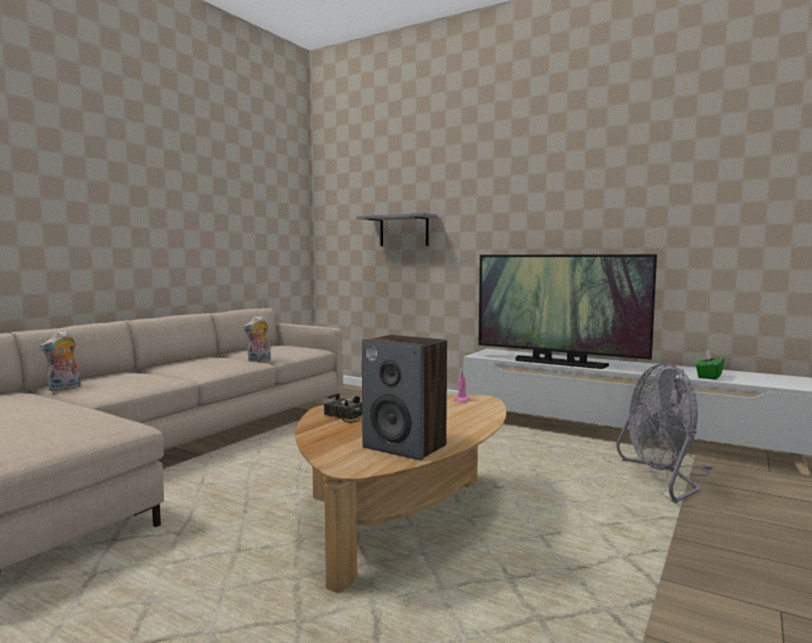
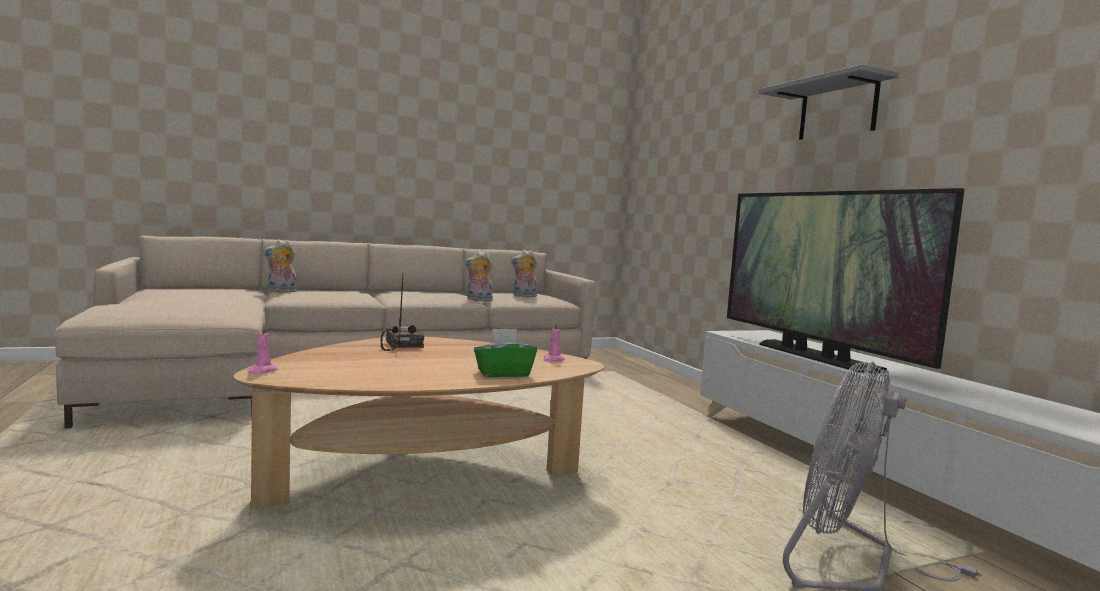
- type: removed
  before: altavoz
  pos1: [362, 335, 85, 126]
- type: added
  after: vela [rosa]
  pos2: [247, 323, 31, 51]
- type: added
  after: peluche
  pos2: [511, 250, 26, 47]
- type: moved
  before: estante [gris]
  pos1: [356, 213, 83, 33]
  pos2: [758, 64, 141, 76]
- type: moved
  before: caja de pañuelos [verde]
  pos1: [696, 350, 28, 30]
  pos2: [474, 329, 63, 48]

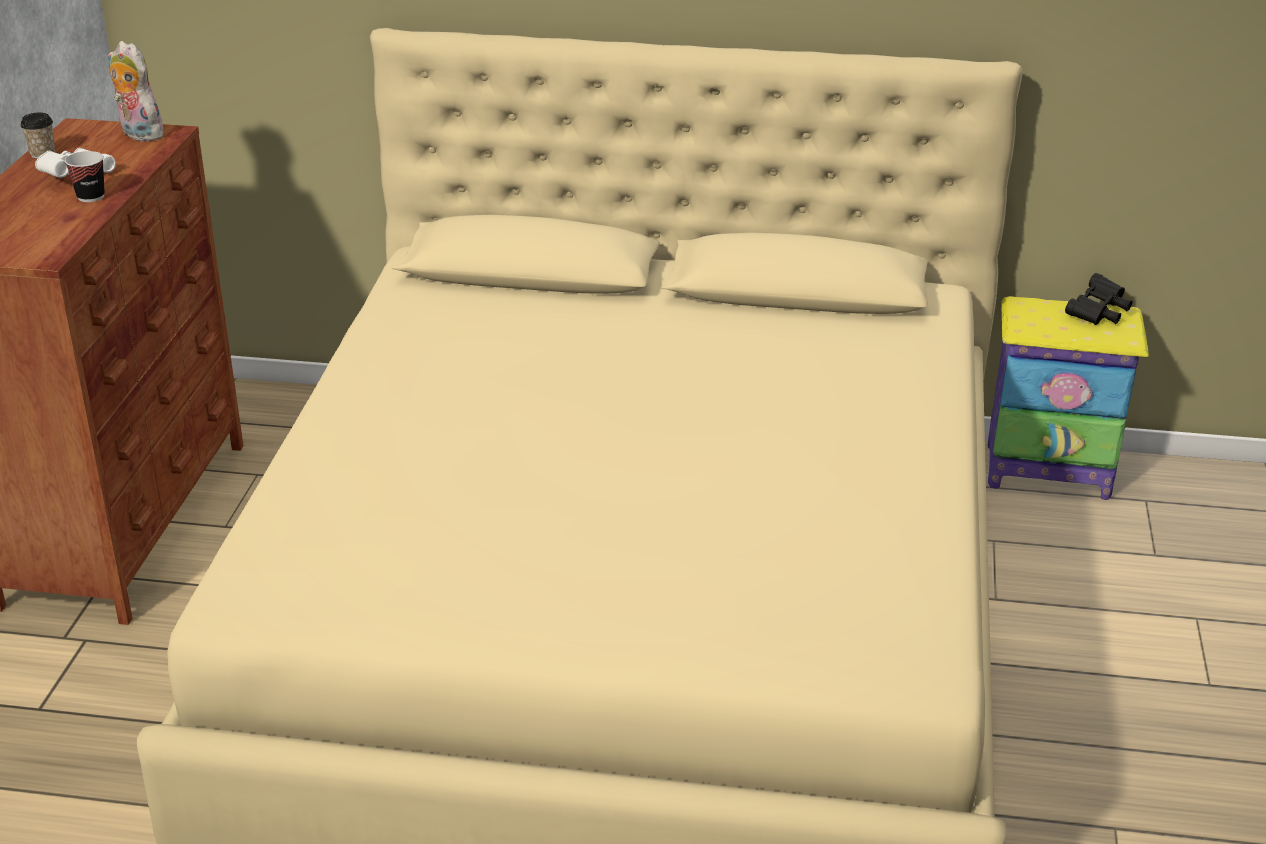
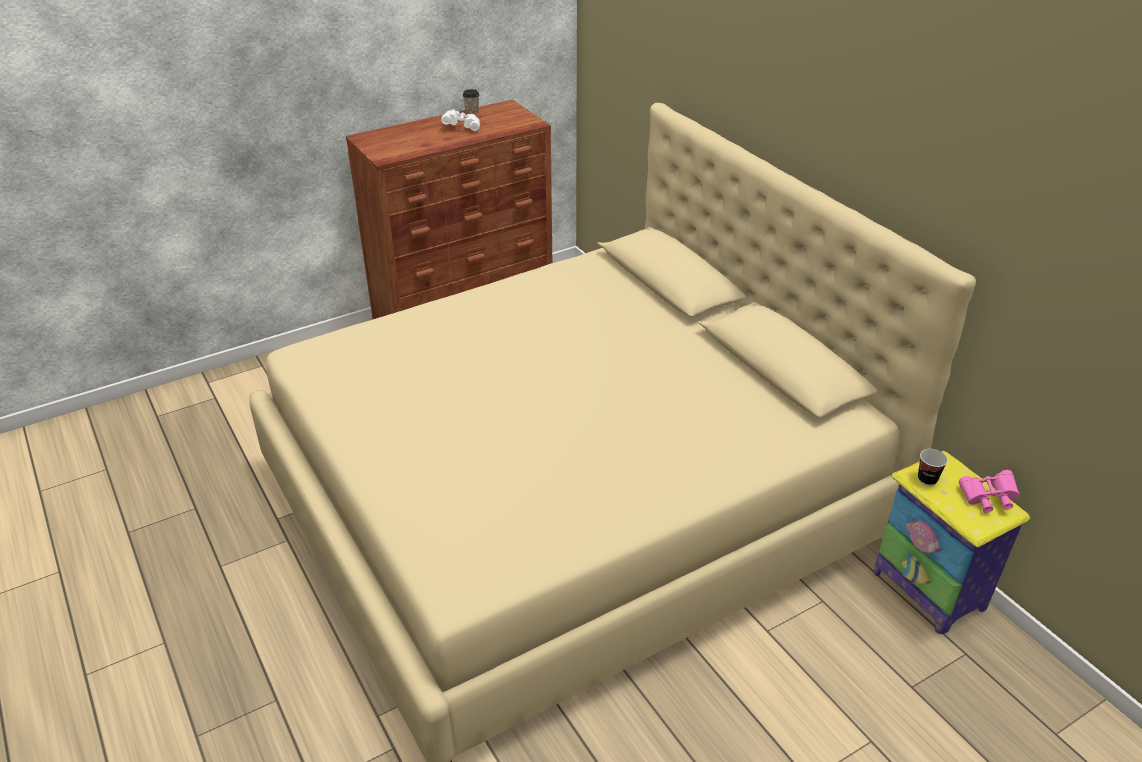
- type: removed
  before: peluche
  pos1: [108, 41, 58, 101]
- type: moved
  before: taza
  pos1: [65, 151, 40, 51]
  pos2: [918, 449, 30, 37]
- type: recoloured
  before: prismáticos [negro]
  after: prismáticos [rosa]
  pos1: [1065, 273, 67, 52]
  pos2: [959, 470, 61, 43]

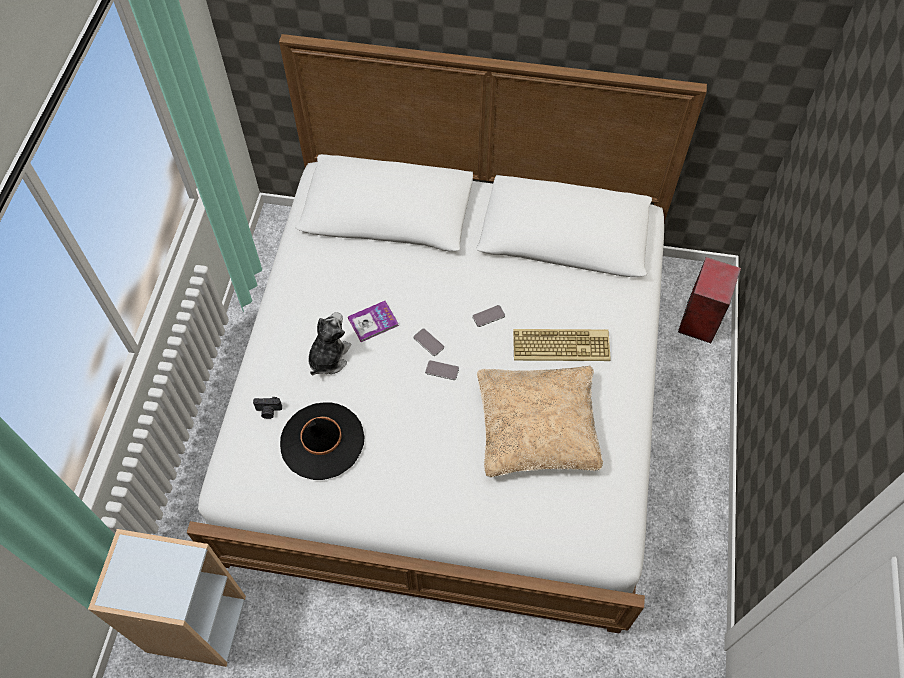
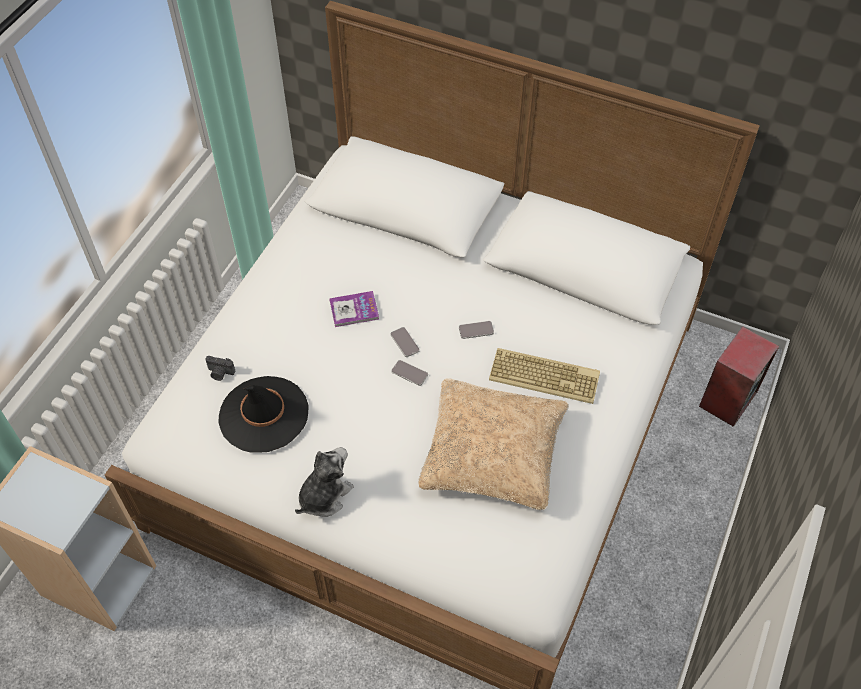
- type: moved
  before: peluche
  pos1: [308, 312, 43, 63]
  pos2: [295, 447, 59, 70]

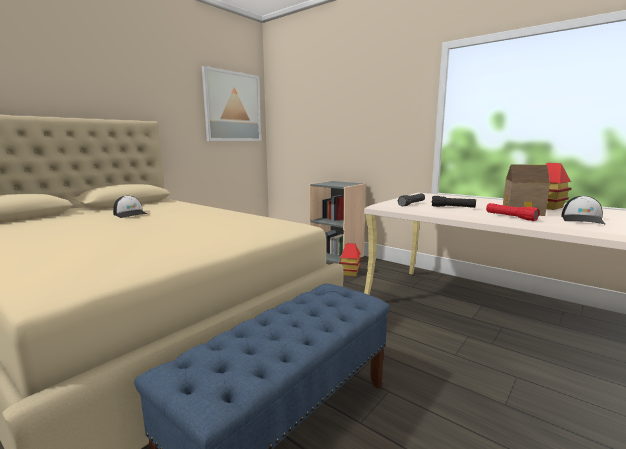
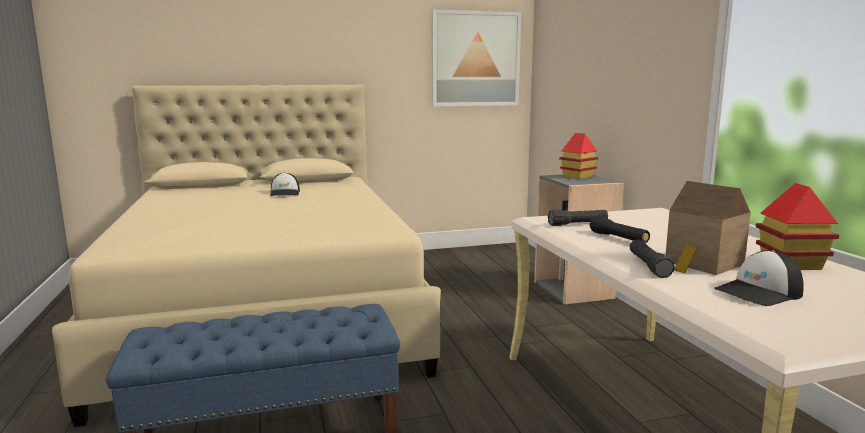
- type: moved
  before: casita
  pos1: [339, 243, 22, 34]
  pos2: [559, 133, 39, 46]
- type: recoloured
  before: linterna [rojo]
  after: linterna [negro]
  pos1: [486, 203, 54, 18]
  pos2: [630, 239, 45, 39]

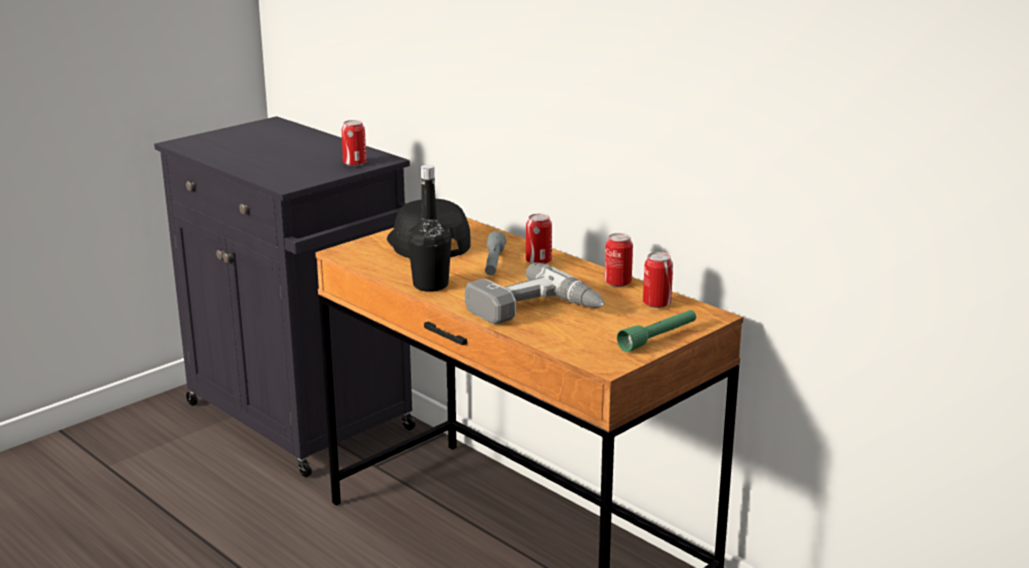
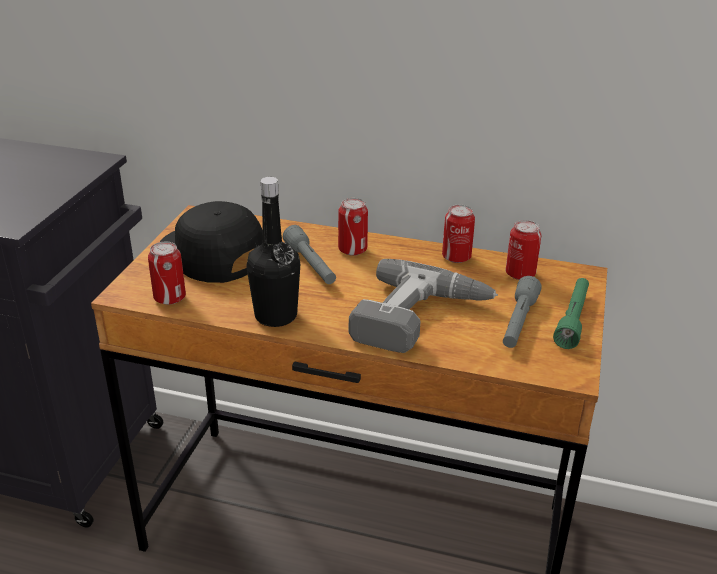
- type: added
  after: linterna [gris]
  pos2: [503, 276, 39, 72]
- type: moved
  before: lata
  pos1: [342, 120, 25, 46]
  pos2: [148, 242, 38, 63]

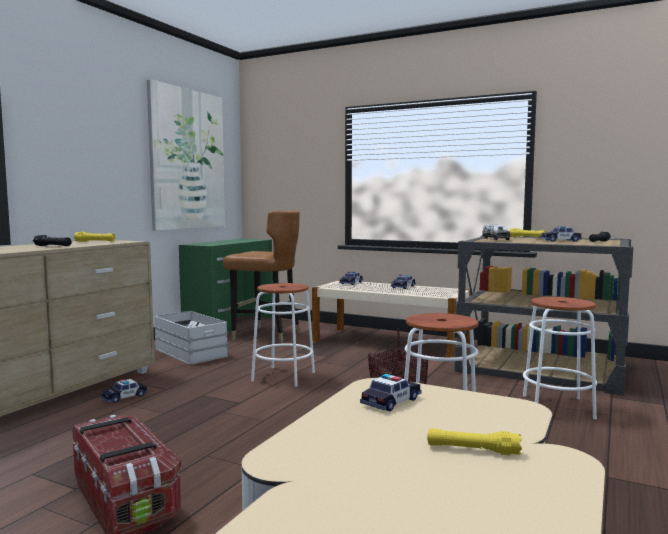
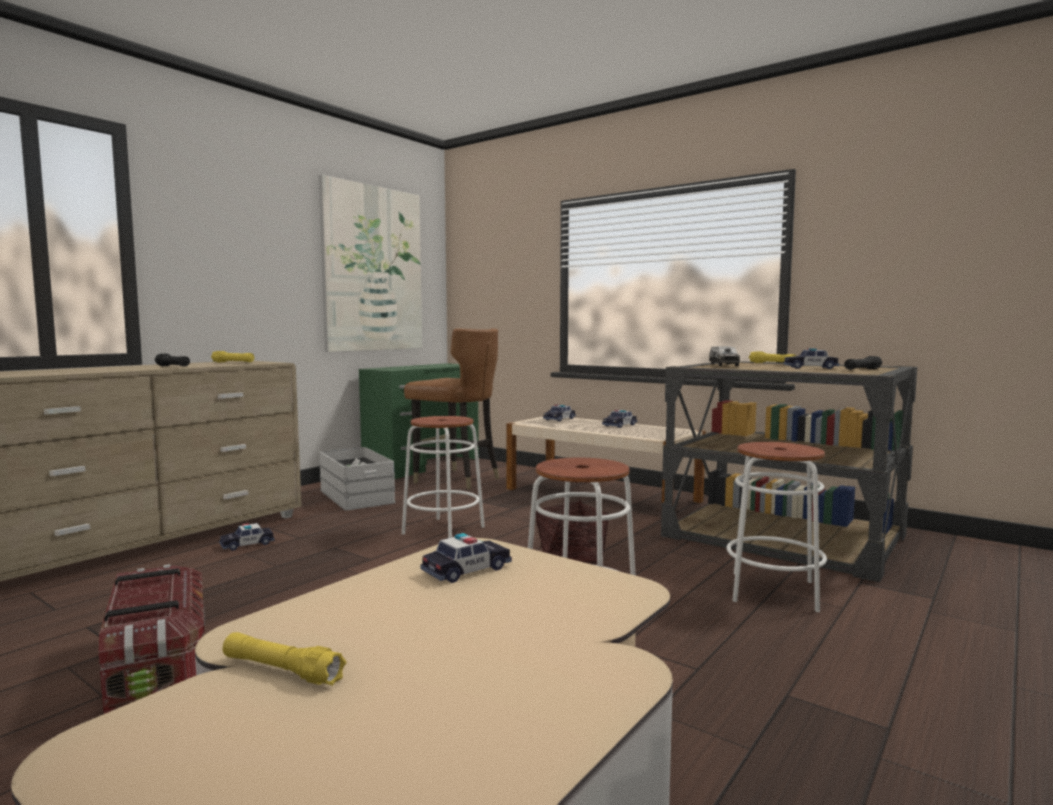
- type: moved
  before: linterna [amarillo]
  pos1: [427, 428, 95, 28]
  pos2: [223, 632, 124, 53]

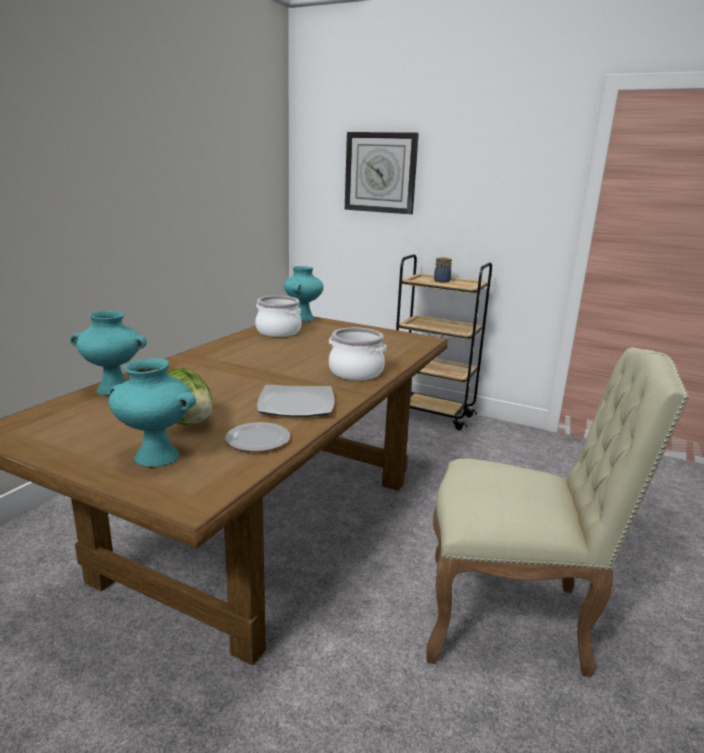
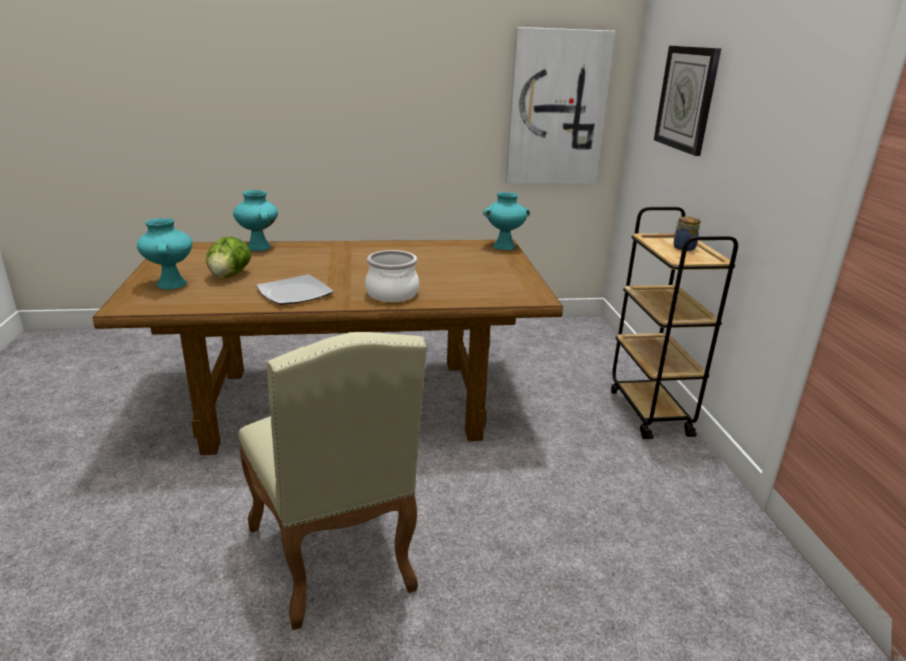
- type: removed
  before: plato
  pos1: [225, 422, 65, 30]
- type: removed
  before: olla
  pos1: [255, 296, 47, 41]
- type: added
  after: cuadro
  pos2: [506, 27, 110, 157]

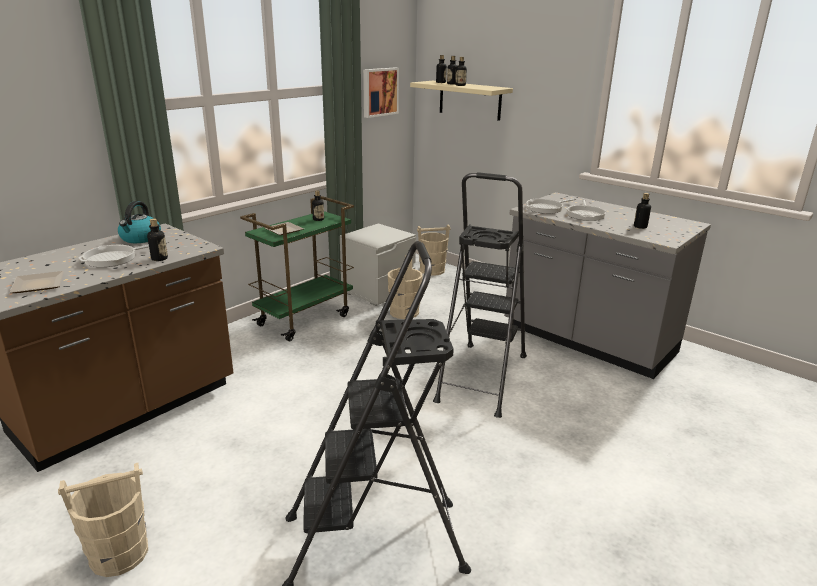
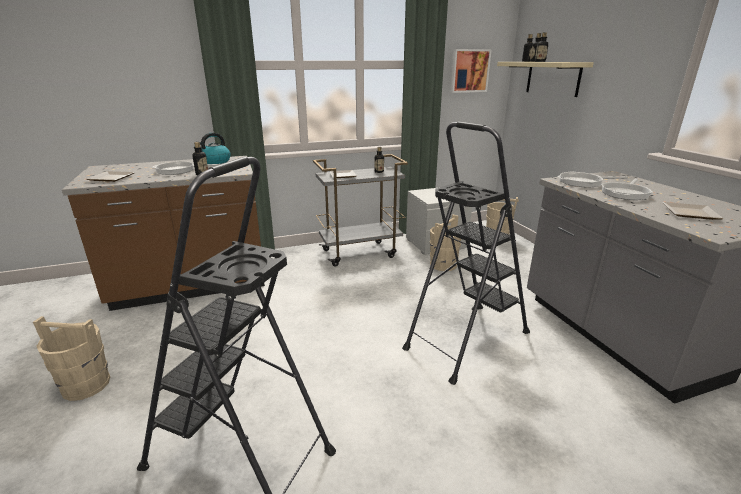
- type: replaced
  before: botella
  after: plato
  pos1: [634, 193, 17, 36]
  pos2: [663, 202, 61, 18]
- type: recoloured
  before: carrito [verde]
  after: carrito [gris]
  pos1: [240, 196, 114, 145]
  pos2: [313, 154, 95, 113]

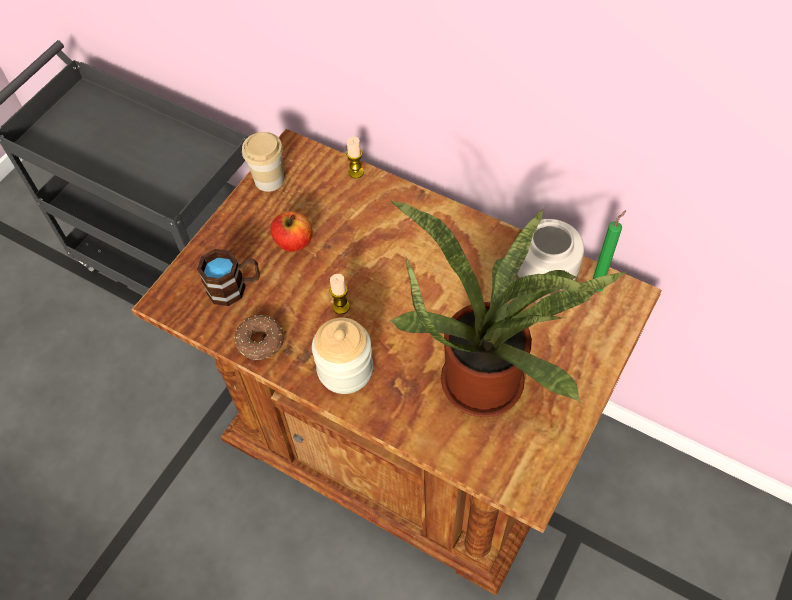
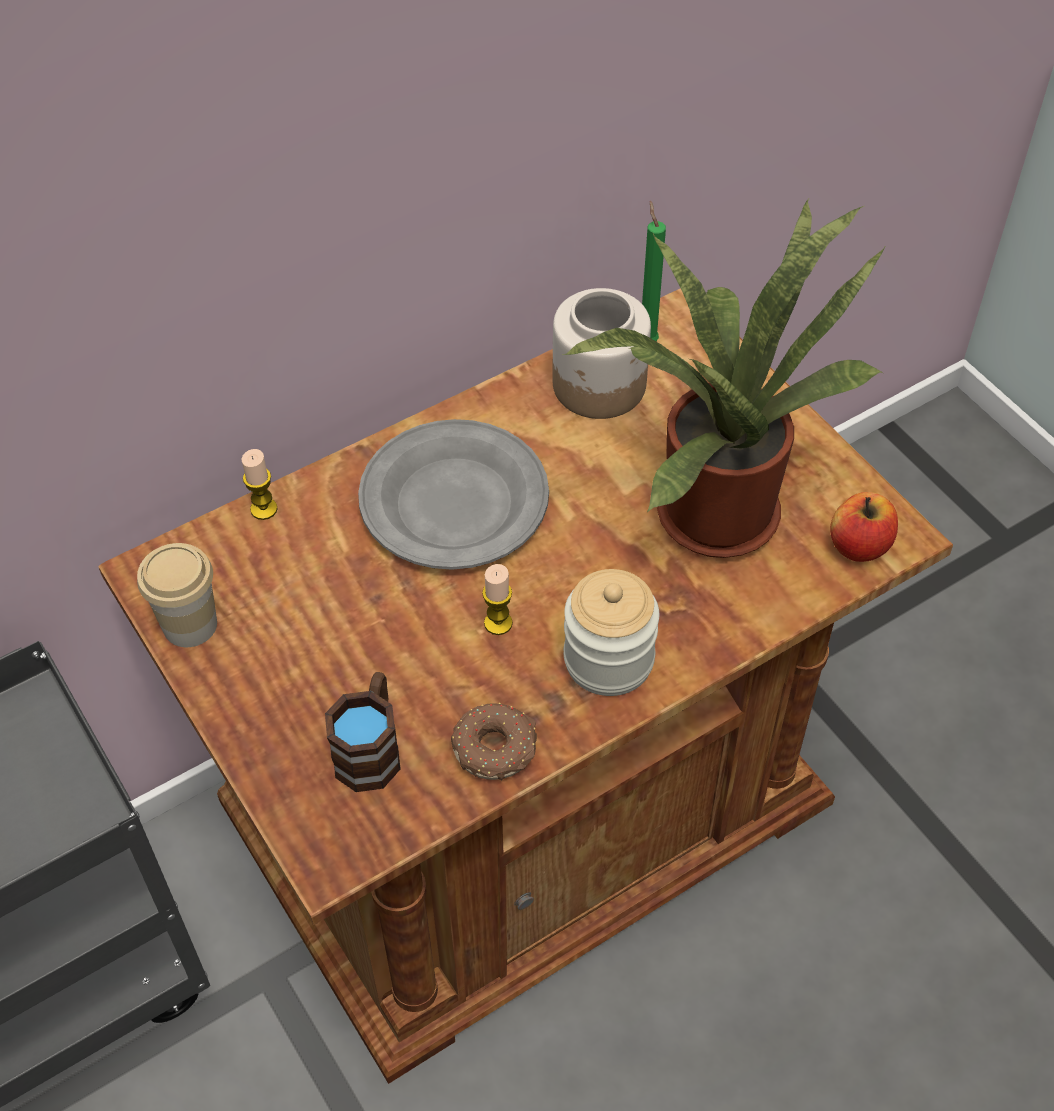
- type: added
  after: plato [gris]
  pos2: [358, 419, 191, 151]
- type: moved
  before: manzana
  pos1: [271, 211, 41, 41]
  pos2: [830, 492, 68, 70]

